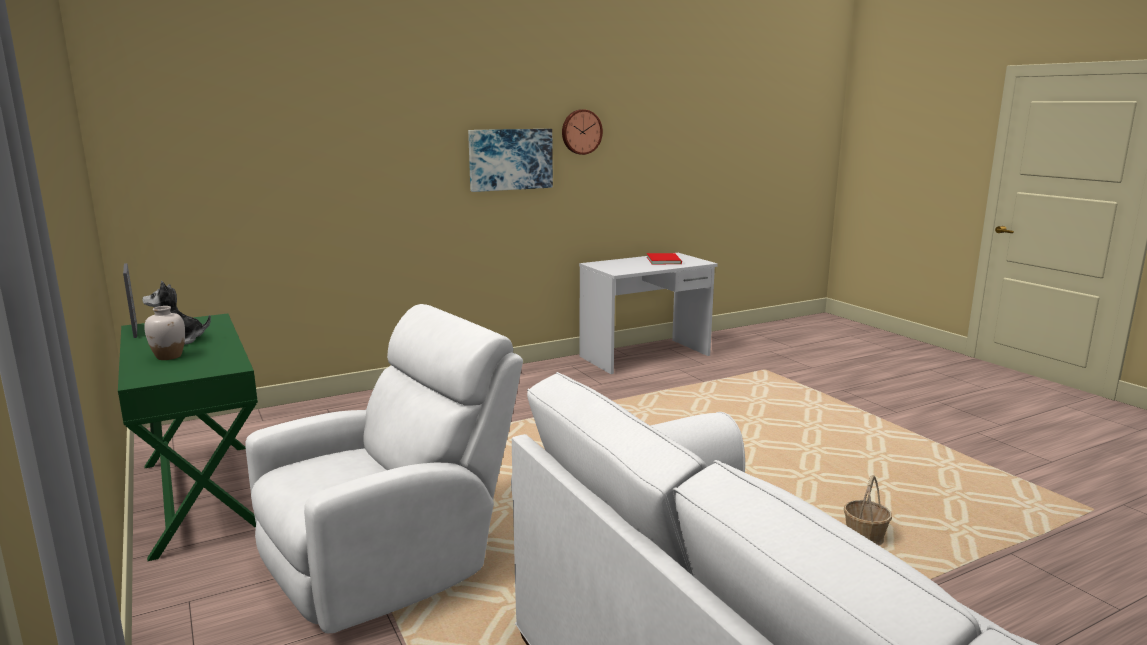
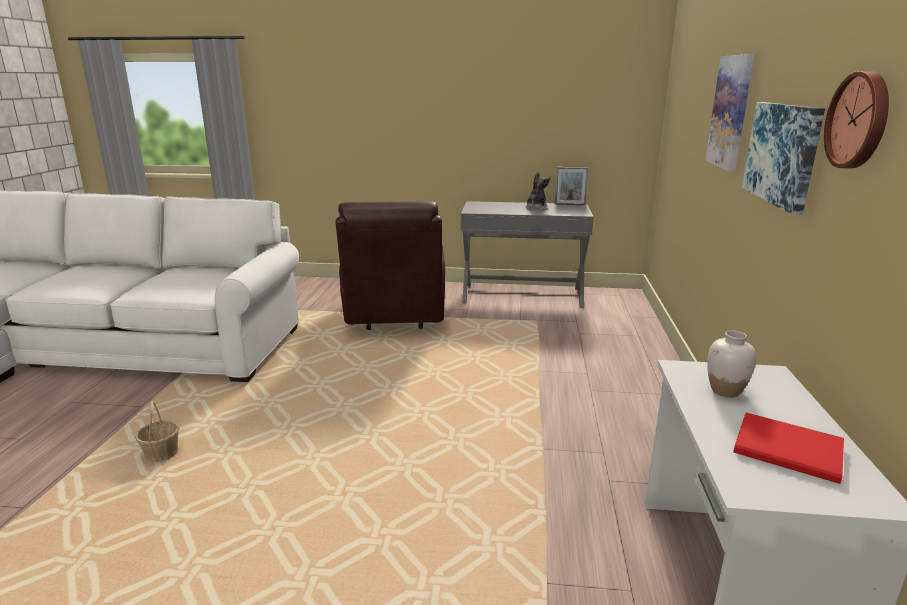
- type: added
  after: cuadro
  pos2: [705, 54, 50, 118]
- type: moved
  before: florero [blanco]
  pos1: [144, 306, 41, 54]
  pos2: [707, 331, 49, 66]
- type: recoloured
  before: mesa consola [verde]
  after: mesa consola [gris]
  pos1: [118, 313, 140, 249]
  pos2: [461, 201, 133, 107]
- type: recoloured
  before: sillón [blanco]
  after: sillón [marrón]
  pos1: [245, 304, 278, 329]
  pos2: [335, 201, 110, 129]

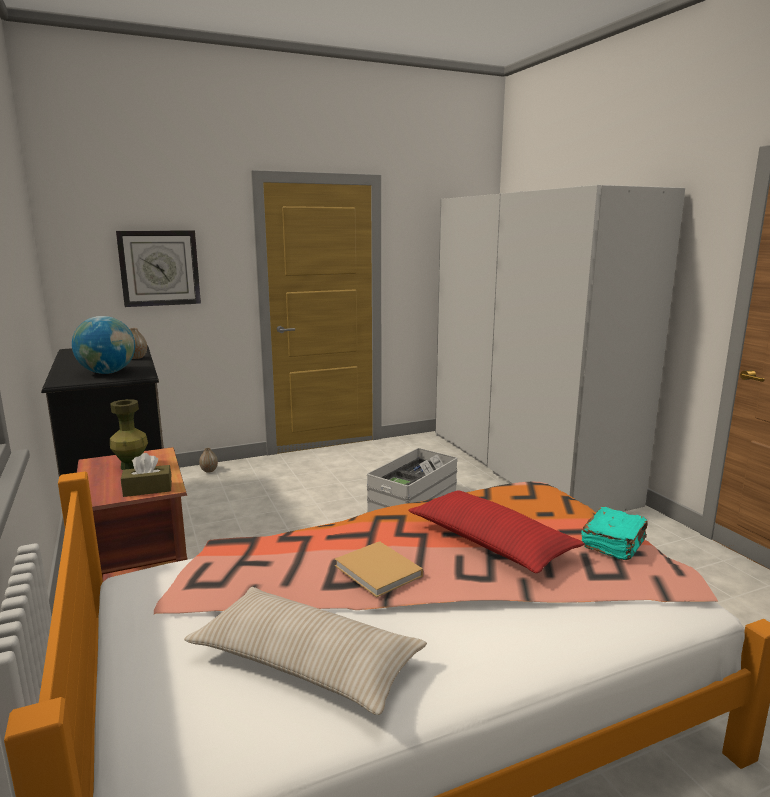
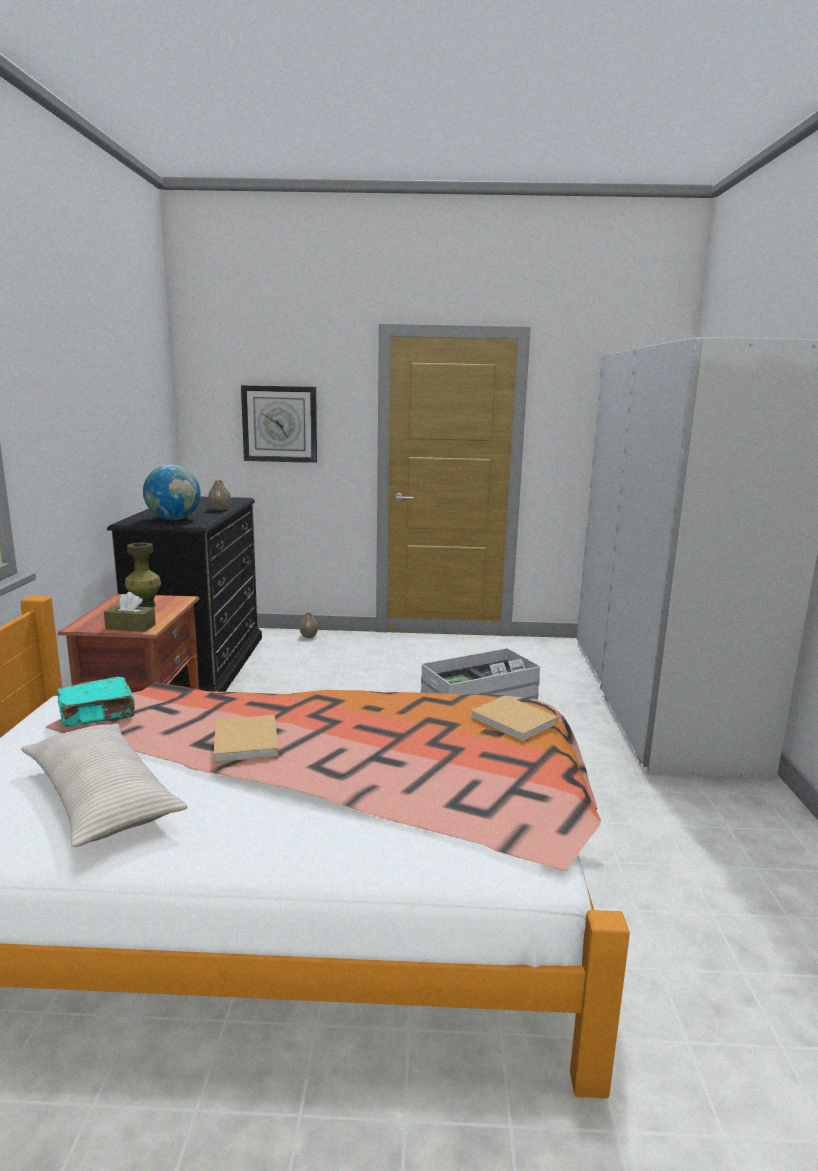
- type: removed
  before: cojín [rojo]
  pos1: [408, 490, 177, 83]
- type: added
  after: libro [beis]
  pos2: [470, 696, 88, 46]
- type: moved
  before: libro [turquesa]
  pos1: [581, 507, 67, 53]
  pos2: [57, 677, 79, 49]

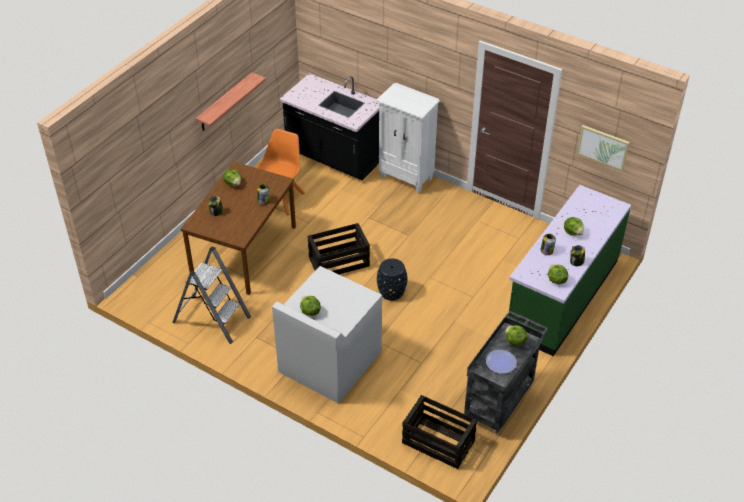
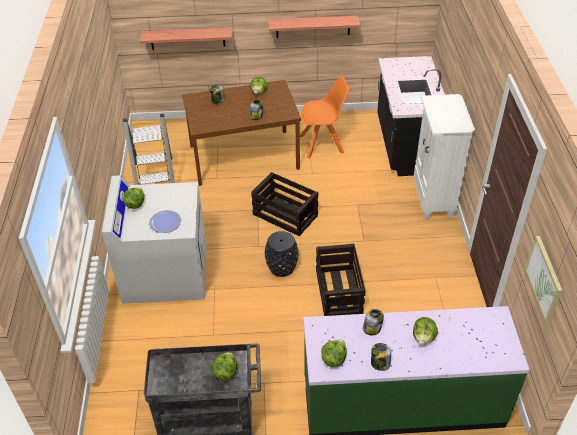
- type: added
  after: estante
  pos2: [140, 28, 92, 22]
- type: moved
  before: caja de embalaje
  pos1: [402, 395, 75, 74]
  pos2: [316, 243, 50, 73]
- type: moved
  before: plato
  pos1: [486, 350, 31, 24]
  pos2: [149, 210, 32, 23]

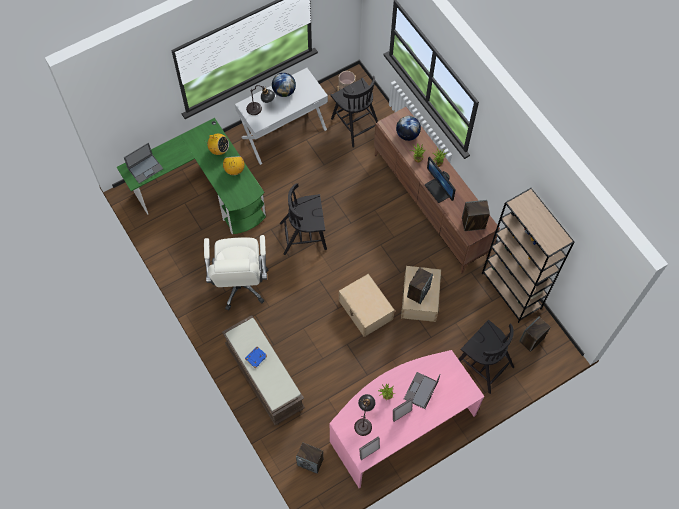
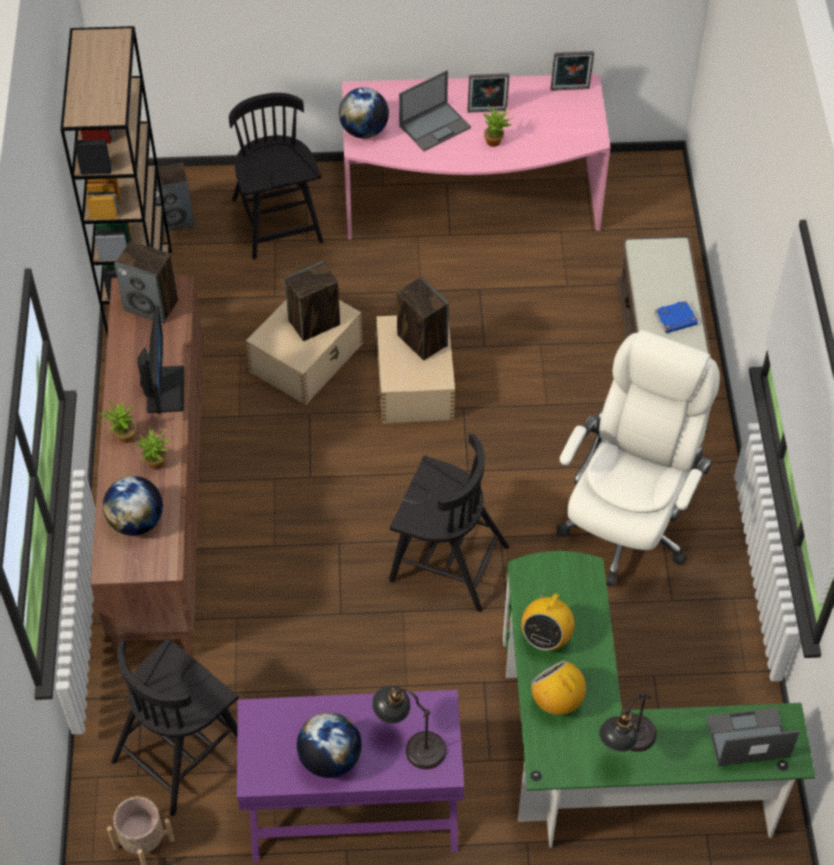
- type: added
  after: globo terráqueo
  pos2: [339, 88, 50, 50]
- type: moved
  before: altavoz
  pos1: [296, 442, 27, 32]
  pos2: [397, 277, 52, 84]
- type: moved
  before: lámpara de mesa [gris]
  pos1: [354, 394, 21, 42]
  pos2: [599, 692, 58, 60]
- type: recoloured
  before: mesa consola [blanco]
  after: mesa consola [morado]
  pos1: [235, 68, 93, 97]
  pos2: [237, 690, 227, 172]
- type: turned
  before: silla [negro]
  pos1: [331, 76, 47, 72]
  pos2: [111, 637, 128, 179]
  turn: -135

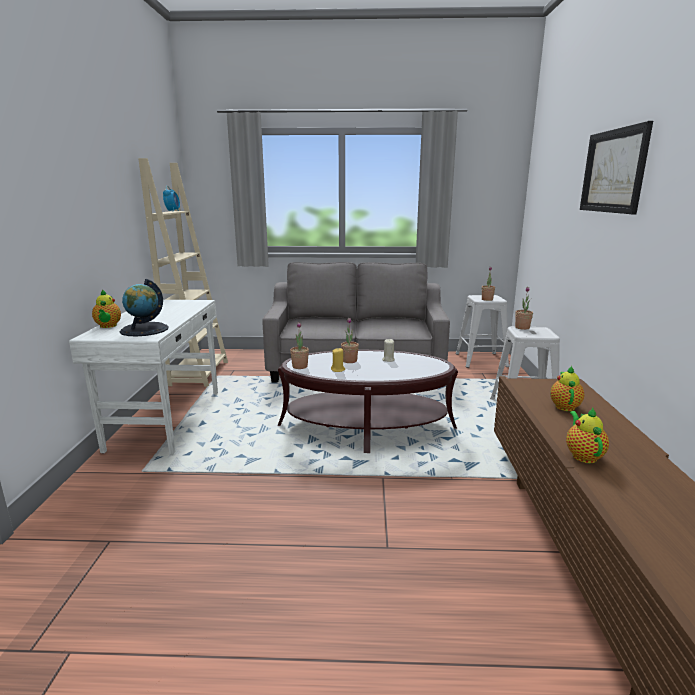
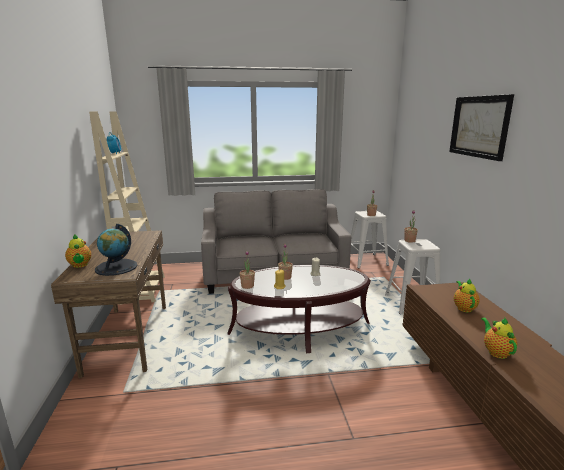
- type: recoloured
  before: mesa consola [blanco]
  after: mesa consola [marrón]
  pos1: [69, 300, 149, 154]
  pos2: [51, 230, 115, 148]

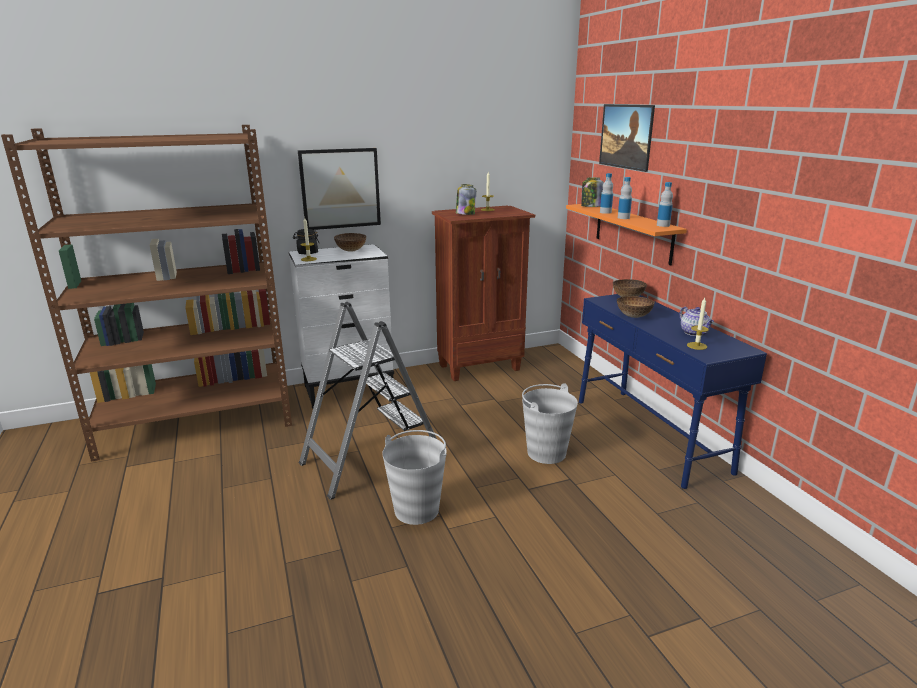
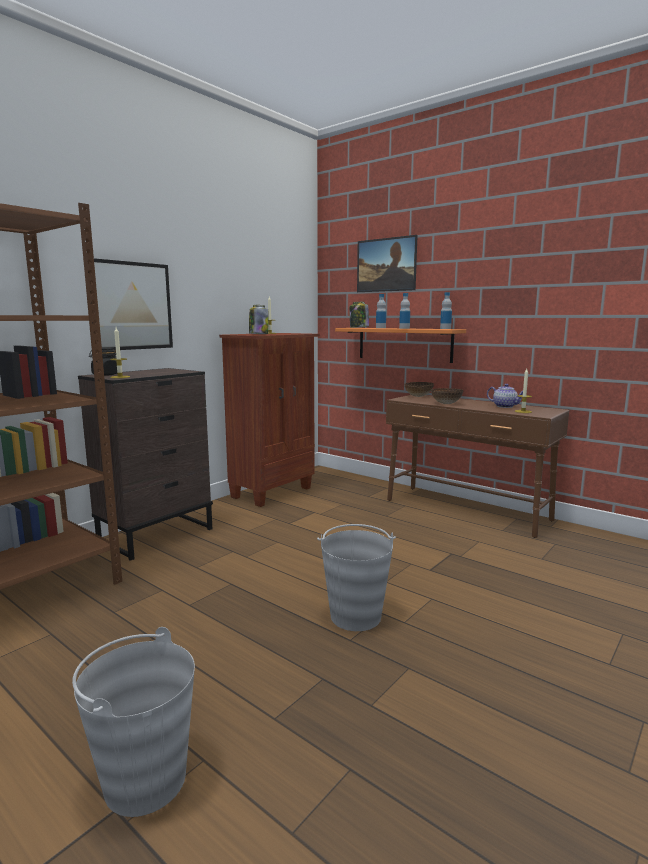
- type: removed
  before: escalera de tijera [gris]
  pos1: [298, 302, 139, 198]
- type: removed
  before: cuenco
  pos1: [334, 233, 32, 19]
- type: moved
  before: cubo [gris]
  pos1: [522, 383, 56, 81]
  pos2: [72, 627, 123, 190]
- type: recoloured
  before: cómoda [blanco]
  after: cómoda [marrón]
  pos1: [288, 244, 106, 165]
  pos2: [78, 368, 135, 193]
- type: recoloured
  before: mesa consola [azul]
  after: mesa consola [marrón]
  pos1: [579, 294, 188, 195]
  pos2: [386, 395, 183, 143]

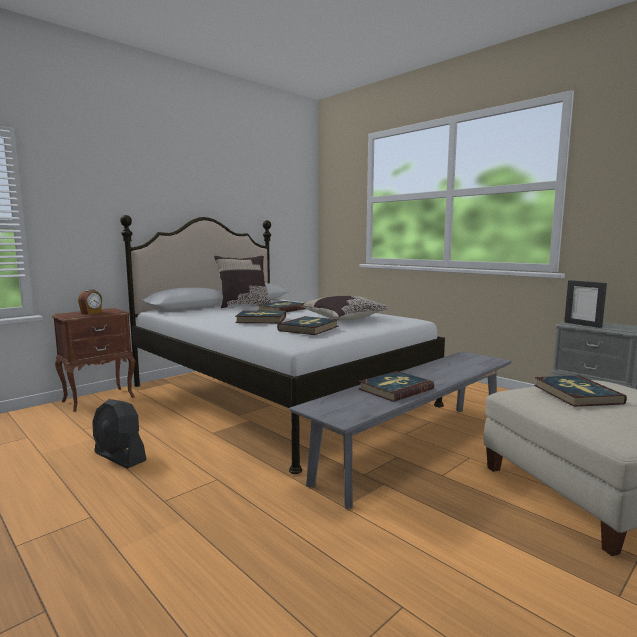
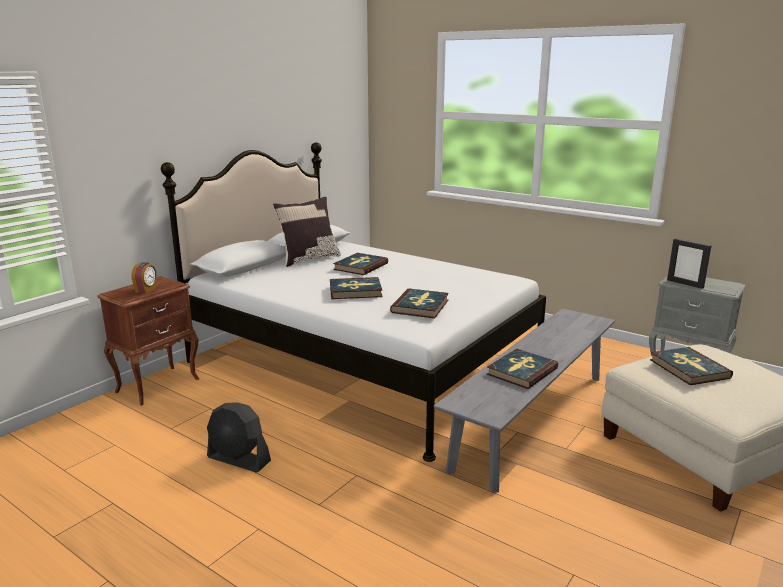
- type: removed
  before: cojín
  pos1: [299, 296, 90, 25]

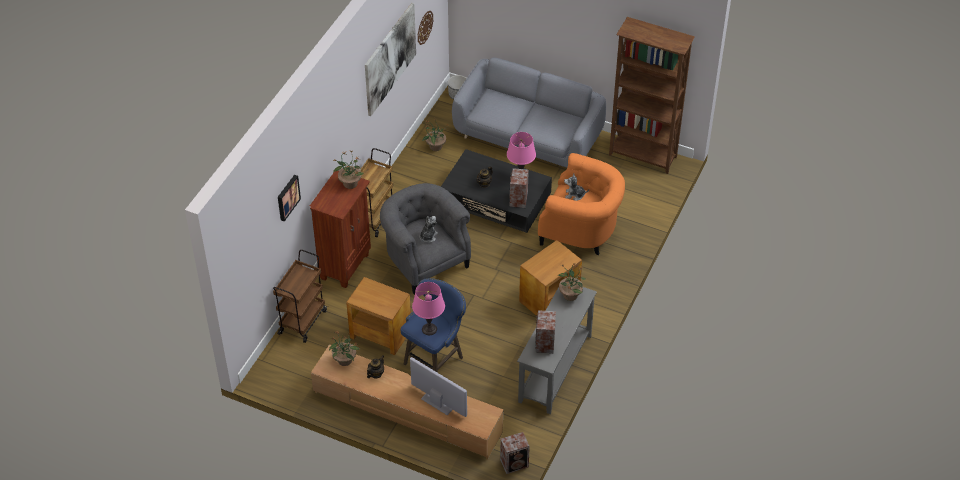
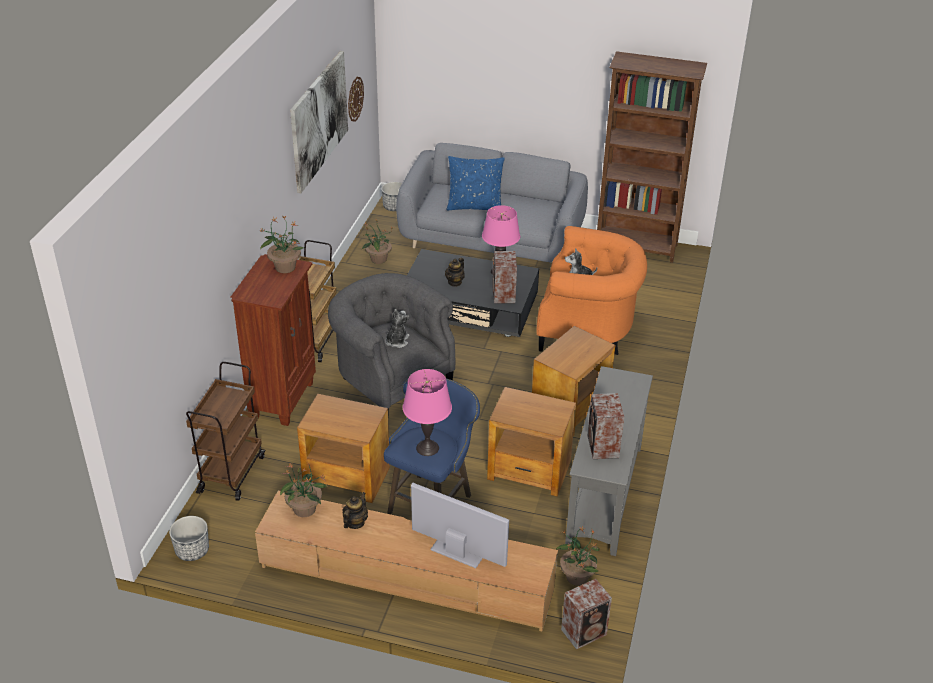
- type: removed
  before: cuadro
  pos1: [278, 175, 23, 46]
- type: added
  after: maceta
  pos2: [169, 516, 40, 45]
- type: added
  after: cojín [azul]
  pos2: [447, 156, 58, 54]
- type: added
  after: mesa auxiliar [marrón]
  pos2: [487, 387, 89, 110]
- type: moved
  before: planta en maceta
  pos1: [558, 263, 28, 38]
  pos2: [557, 526, 43, 60]

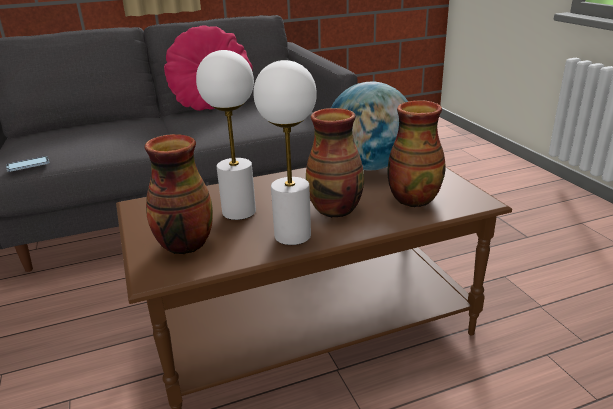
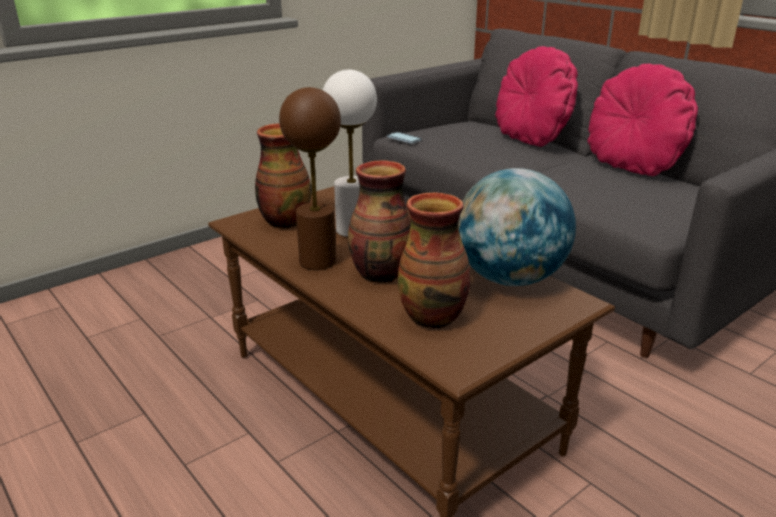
- type: added
  after: cojín [rosa]
  pos2: [495, 46, 83, 101]
- type: recoloured
  before: lámpara de mesa [blanco]
  after: lámpara de mesa [marrón]
  pos1: [253, 60, 64, 185]
  pos2: [279, 87, 62, 183]

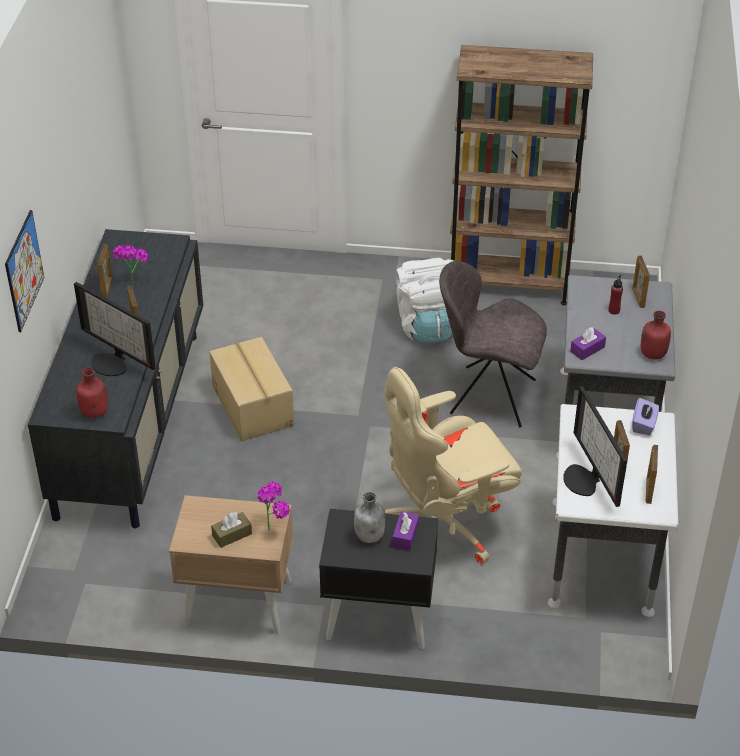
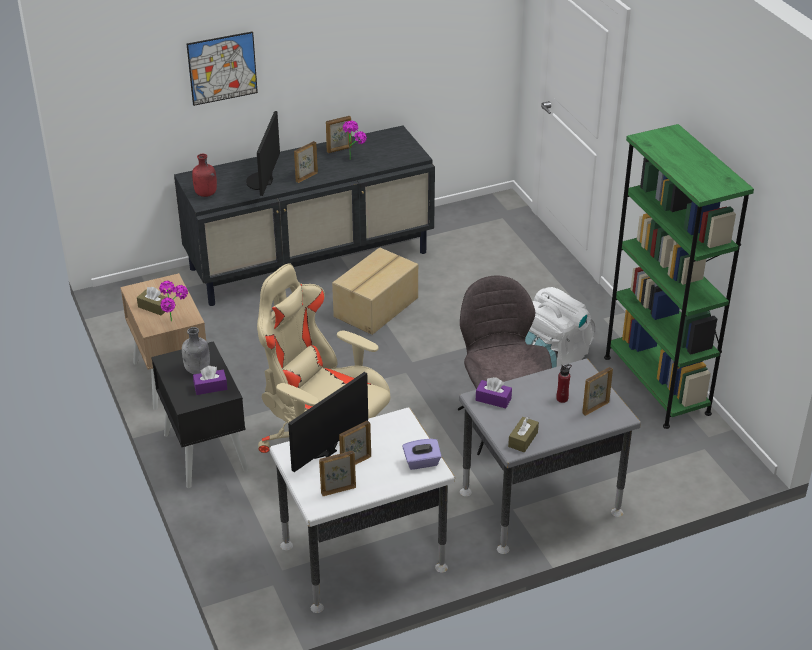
- type: replaced
  before: botella [rojo]
  after: caja de pañuelos [marrón]
  pos1: [641, 311, 30, 48]
  pos2: [508, 417, 31, 35]
- type: recoloured
  before: estantería [marrón]
  after: estantería [verde]
  pos1: [450, 45, 143, 260]
  pos2: [604, 124, 150, 305]

